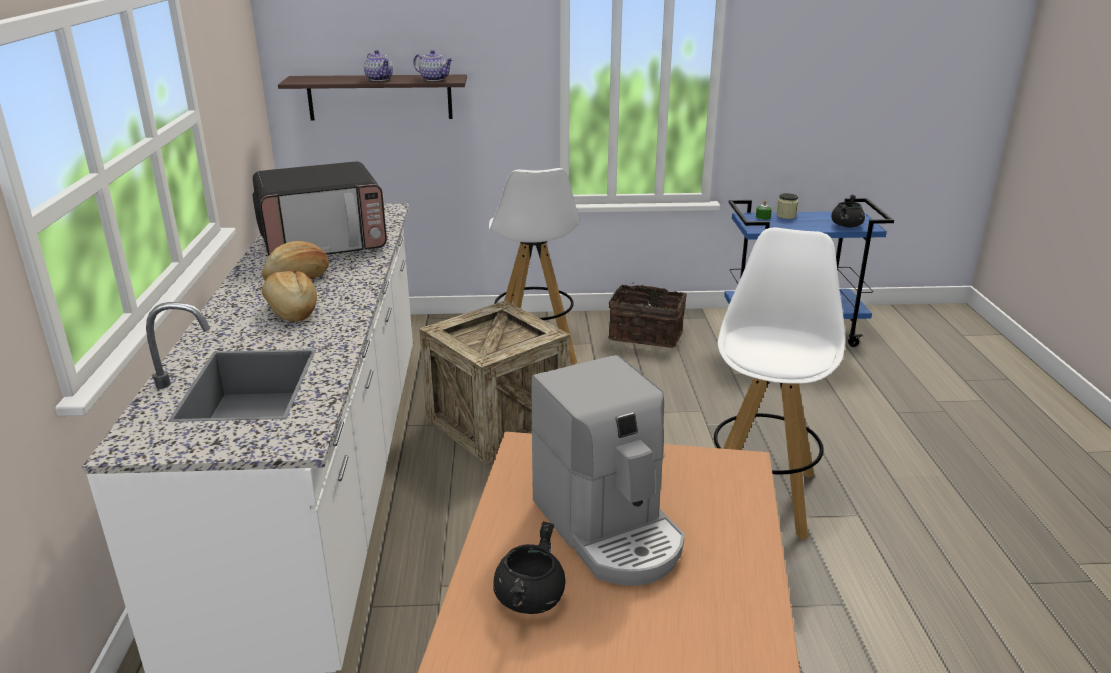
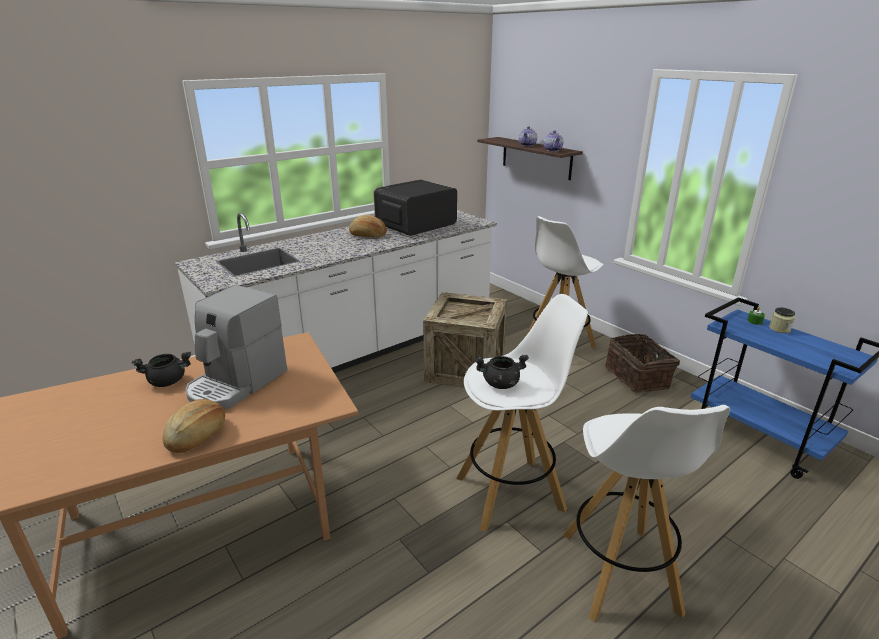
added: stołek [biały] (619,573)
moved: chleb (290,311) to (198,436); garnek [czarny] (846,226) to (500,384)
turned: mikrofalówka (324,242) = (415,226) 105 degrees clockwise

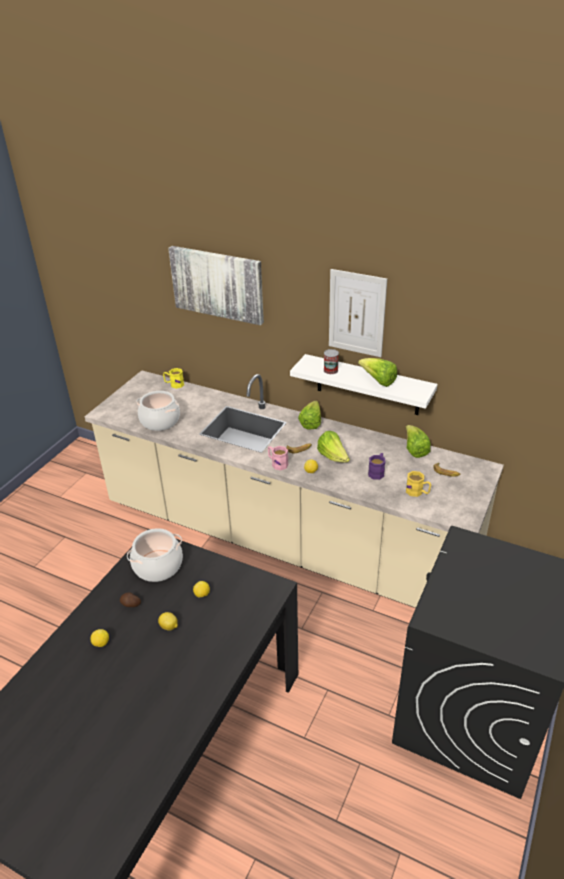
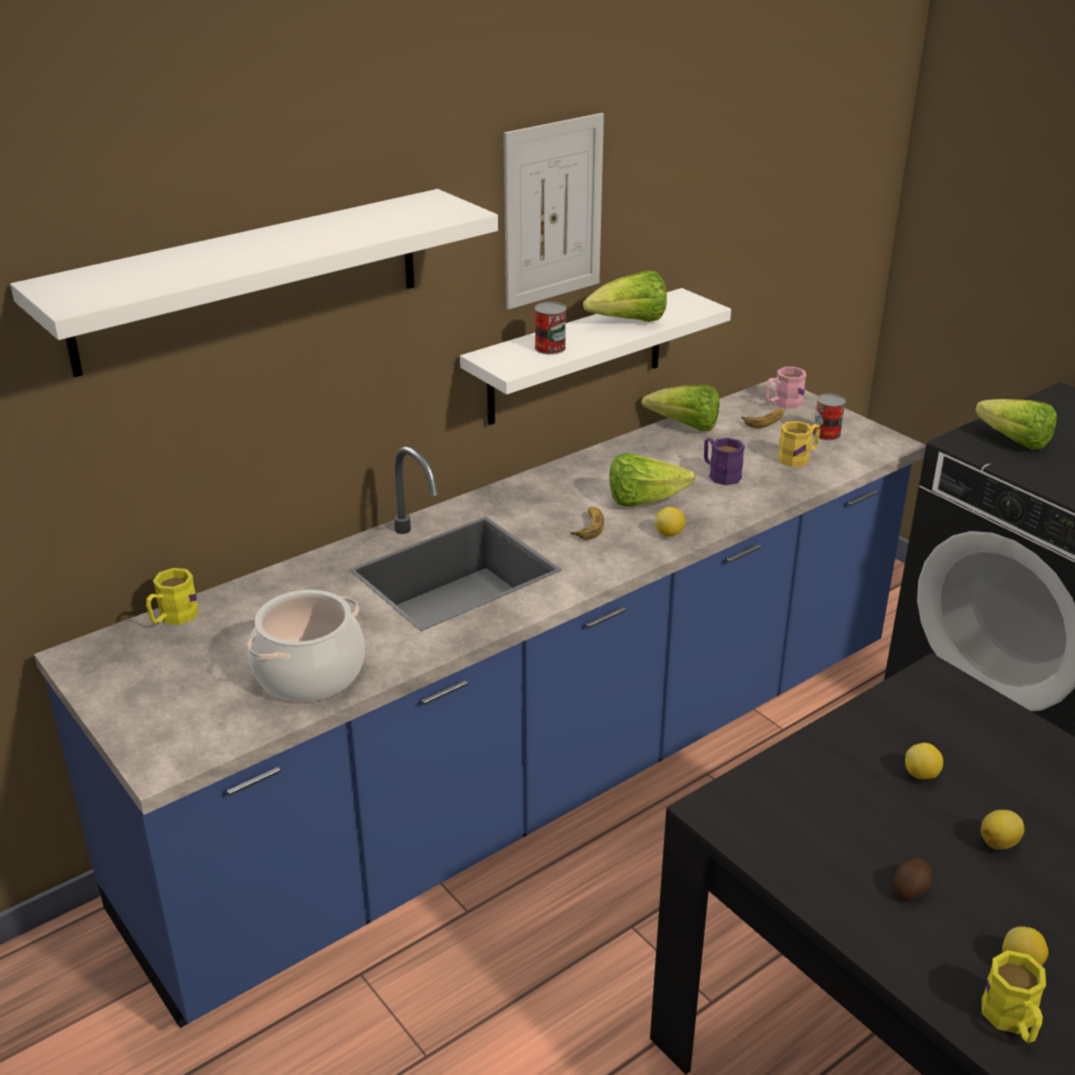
removed: garnek (158,566)
added: puszka (826,434); kubek [żółty] (1012,1021)
moved: kubek [różowy] (277,463) to (782,403); sałata (312,421) to (1009,439)
replaced: obraz (217,284) to półka [biały] (249,280)
recoloured: zabudowa kuchenna [beżowy] (284,539) to zabudowa kuchenna [niebieski] (537,774)

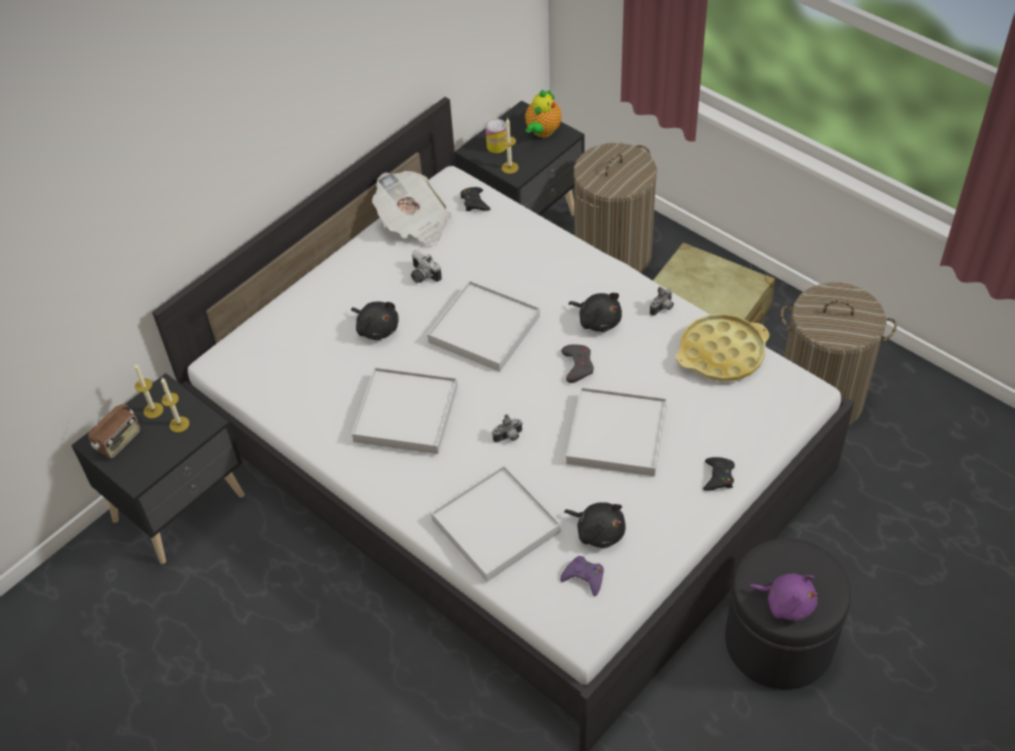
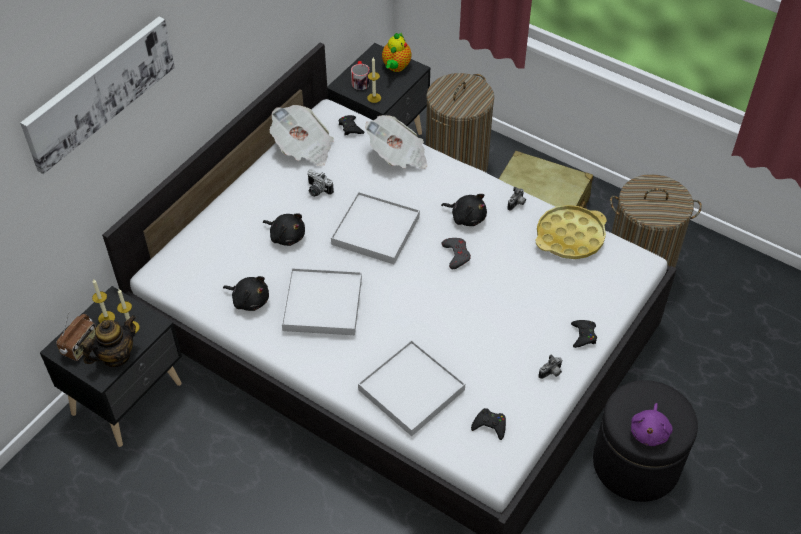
removed: taca [biały] (616,435)
added: obraz (99,91); imbryk (116,356); gazeta (398,156)
moved: aparat fotograficzny (509,437) to (551,373); pluszak [czarny] (598,531) to (249,300)
replaced: puszka (496,146) to kubek (360,81)
recoloured: pad do gier [fioletowy] (584,577) to pad do gier [czarny] (490,425)
turned: pluszak [fioletowy] (787,603) = (649,432) 90 degrees clockwise

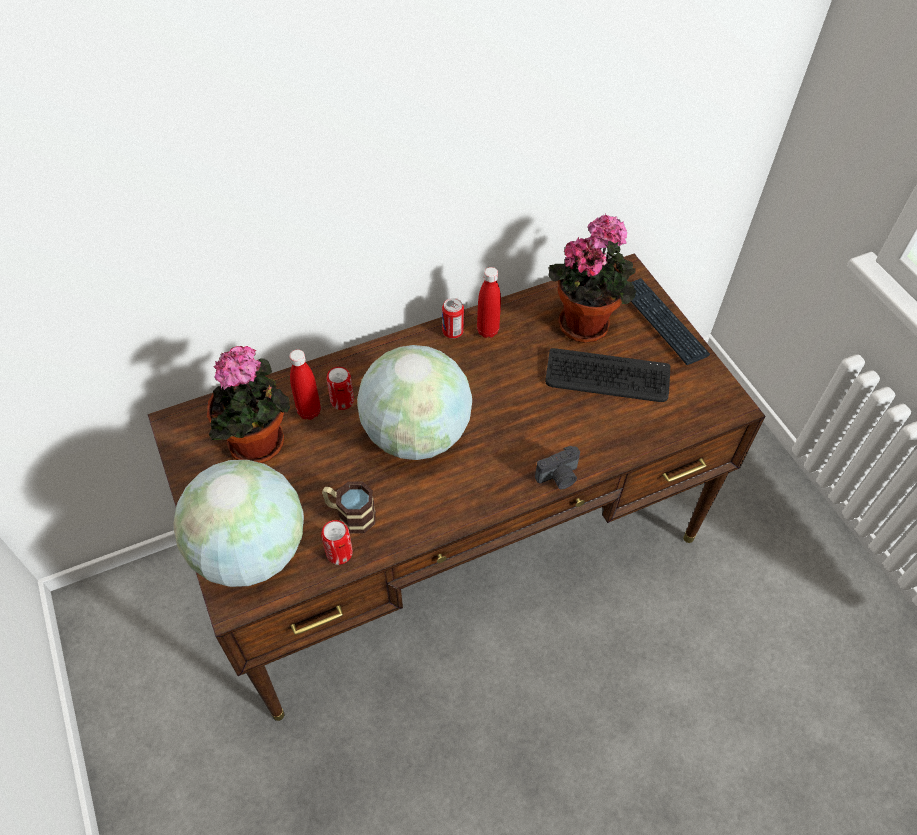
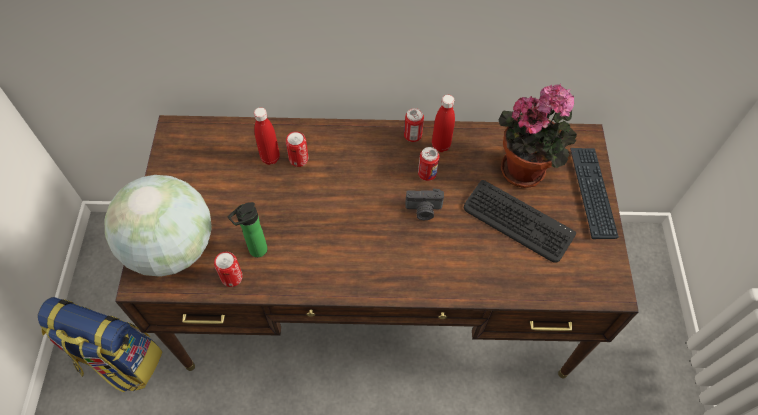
removed: roślina doniczkowa (260,446); globus (416,435)
added: plecak (119,361); puszka (427,174)
moved: aparat fotograficzny (559,477) to (423,210)
replaced: kubek (350,515) to butelka (255,251)

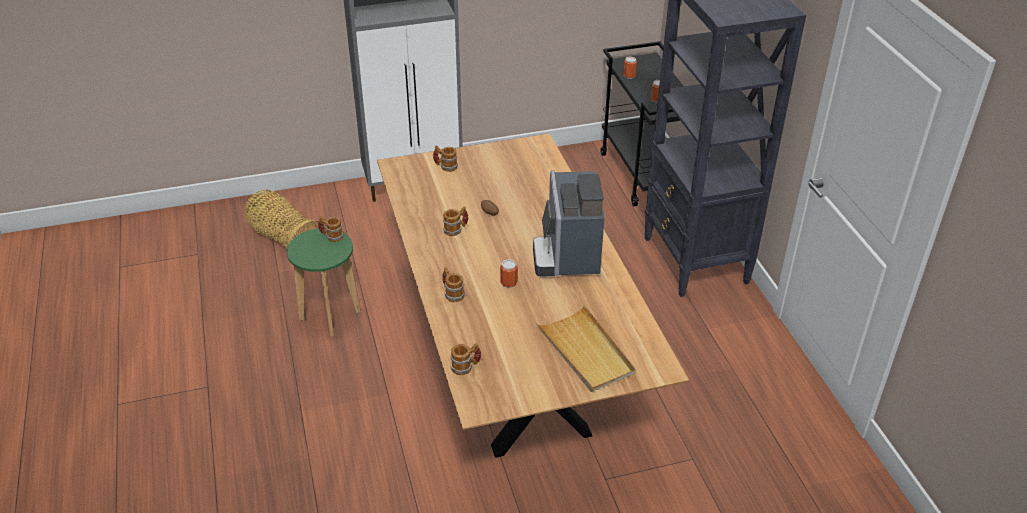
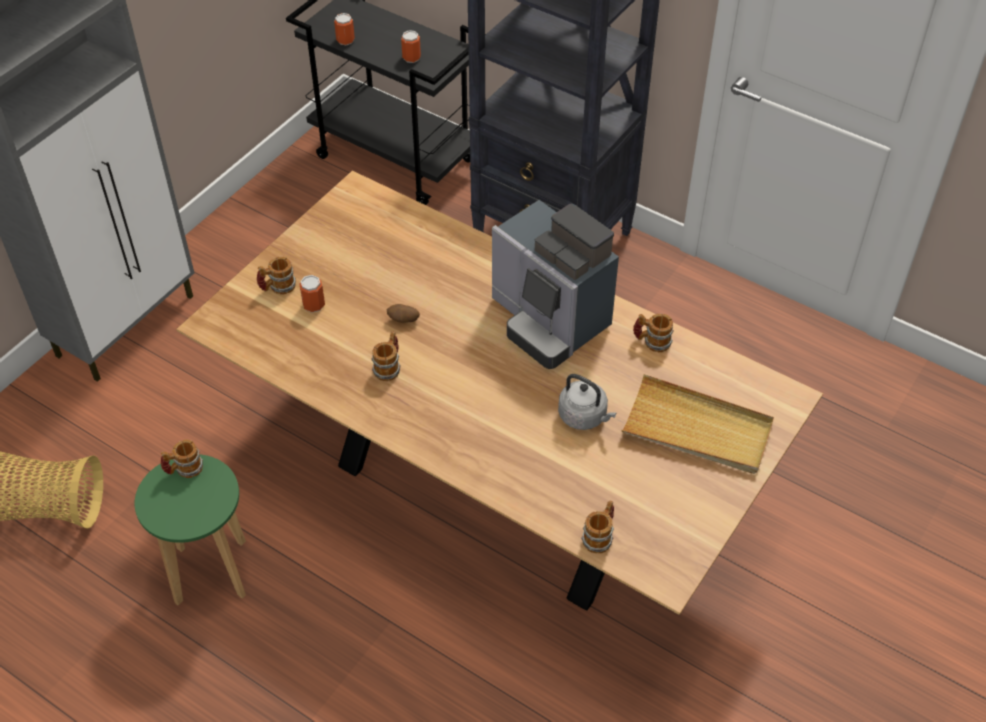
added: czajnik [szary] (584,417)
moved: kubek (452,293) to (651,341); puszka (509,283) to (314,305)

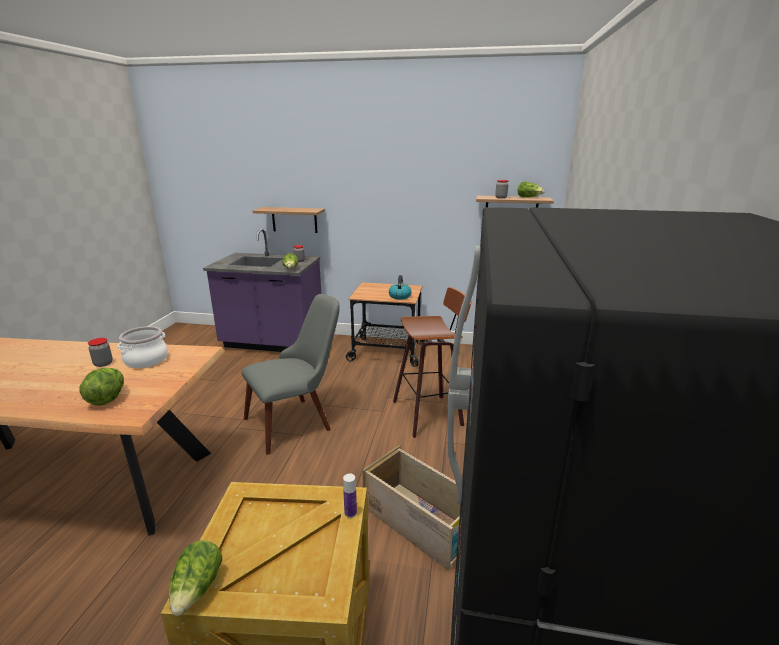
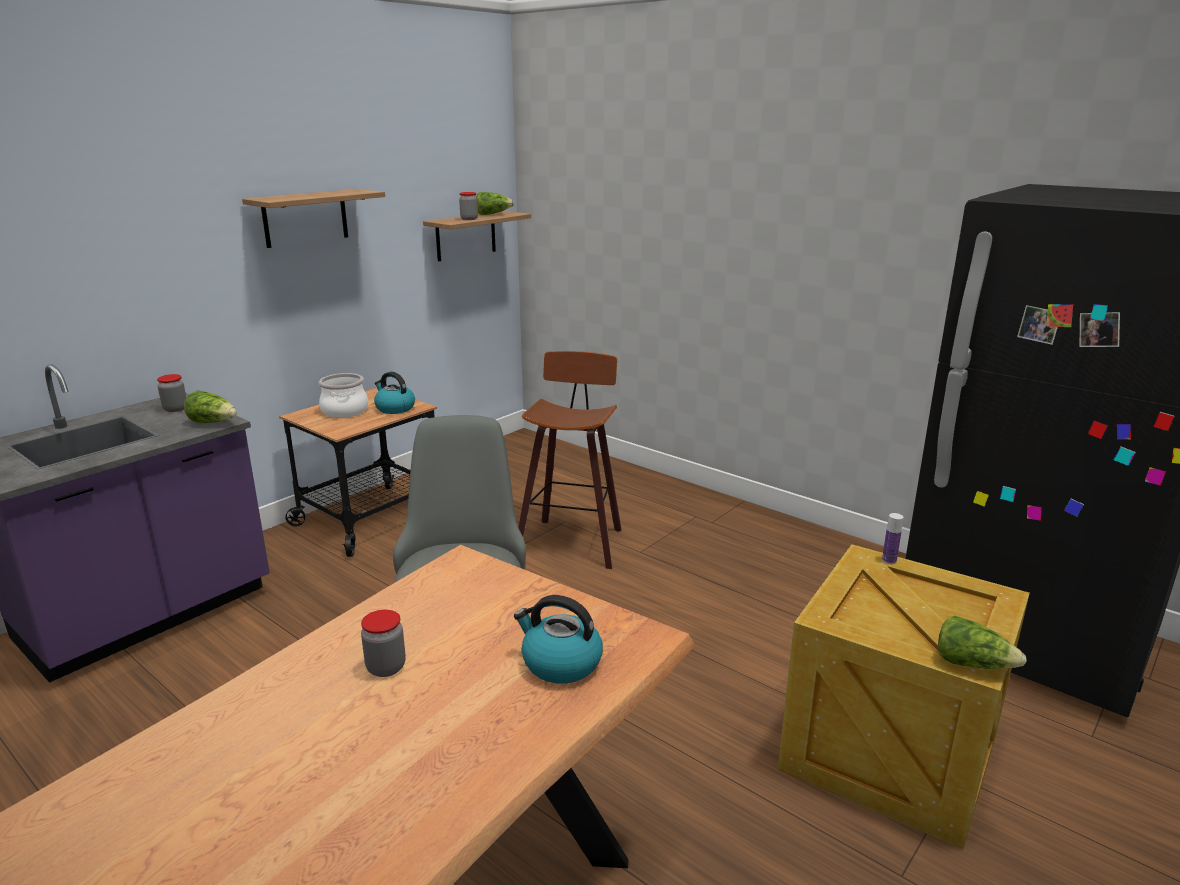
removed: skrzynka (421,523)
moved: garnek (146,360) to (344,411); półka (294,219) to (305,218)
replaced: sałata (107,398) to czajnik (560,663)

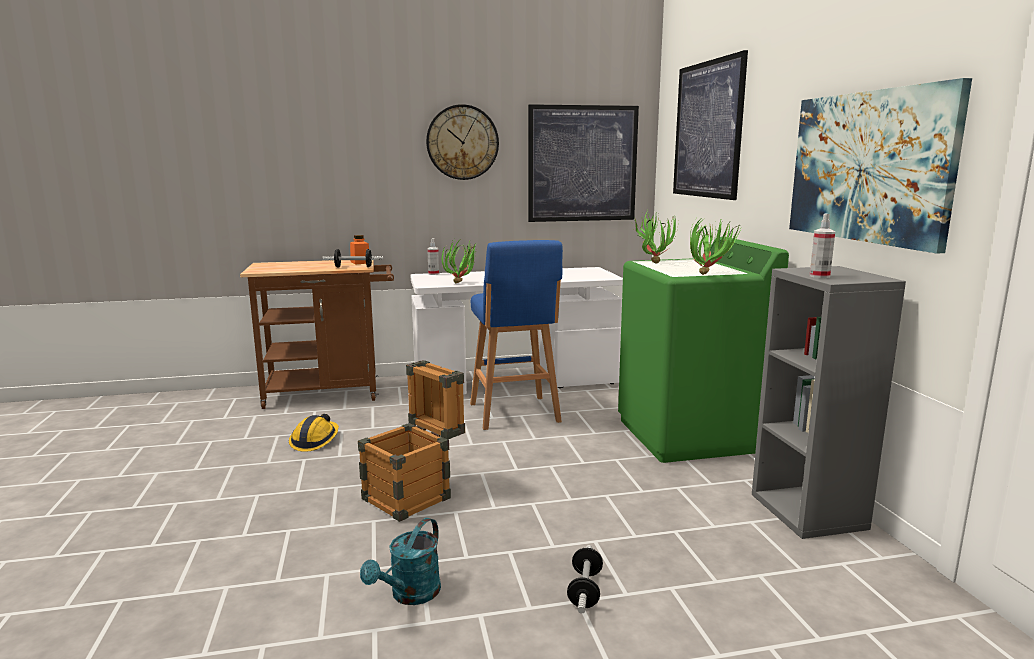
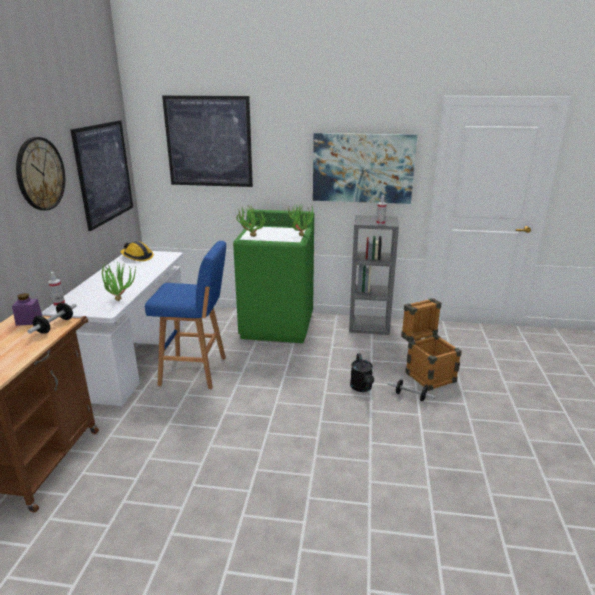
removed: konewka [turkusowy] (410,595)
added: konewka [czarny] (362,388)
moved: kask (315,440) to (137,257); skrzynka (415,495) to (426,374)
recoloured: słoik [pomarańczowy] (360,262) to słoik [fioletowy] (29,321)

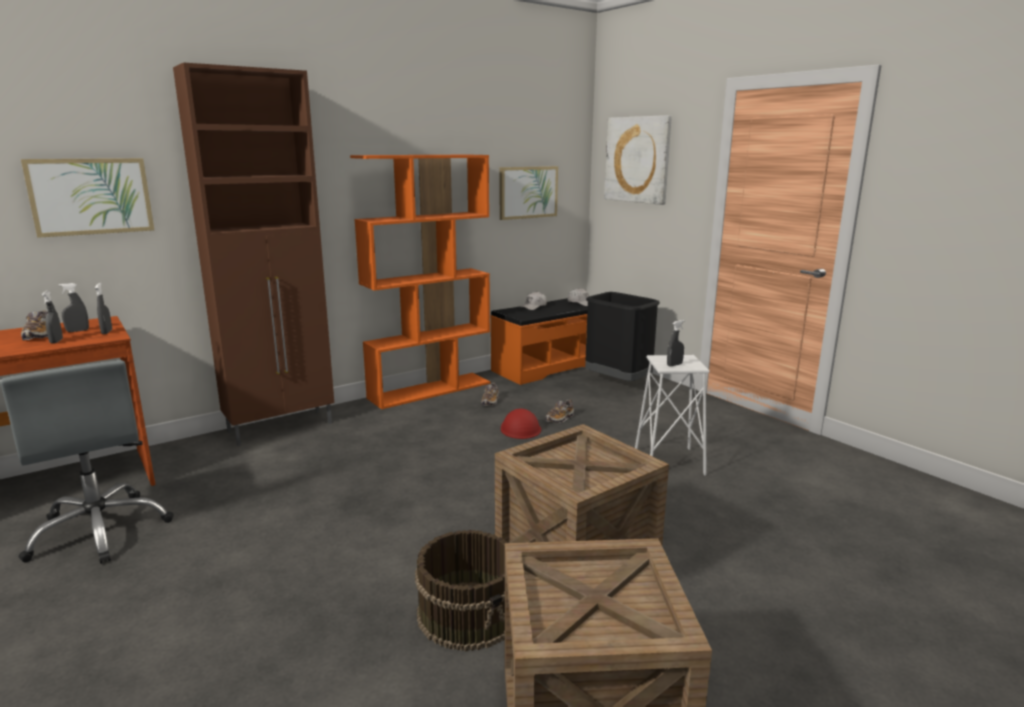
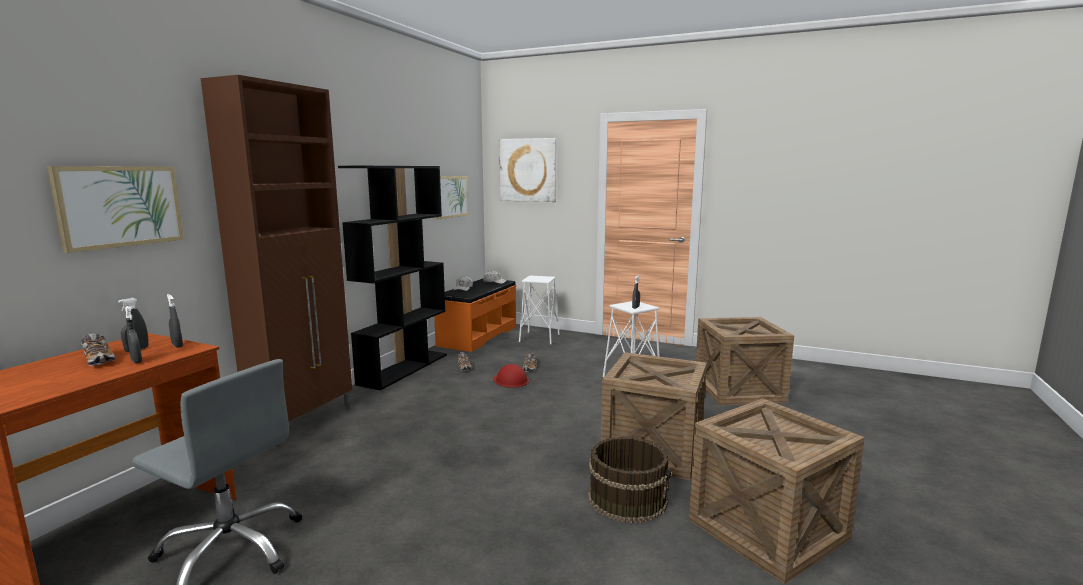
added: skrzynka (738,390)
replaced: kosz na śmieci [czarny] (618,382) to stołek [biały] (539,338)
recoloured: regał [pomarańczowy] (430,390) to regał [czarny] (404,368)

